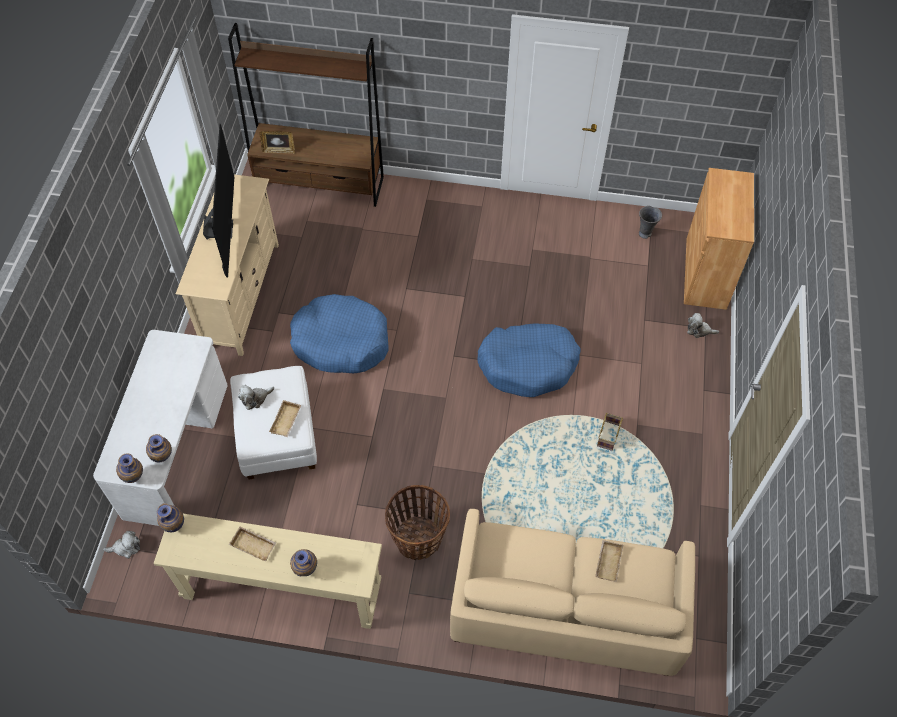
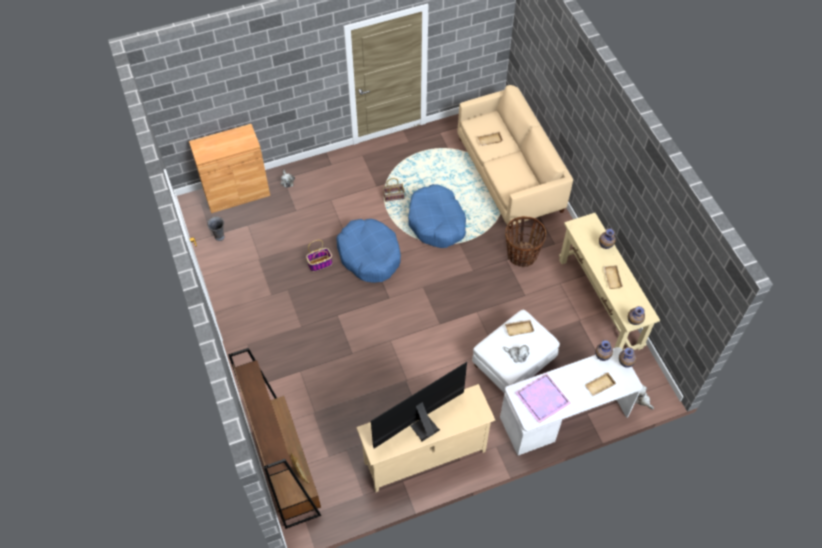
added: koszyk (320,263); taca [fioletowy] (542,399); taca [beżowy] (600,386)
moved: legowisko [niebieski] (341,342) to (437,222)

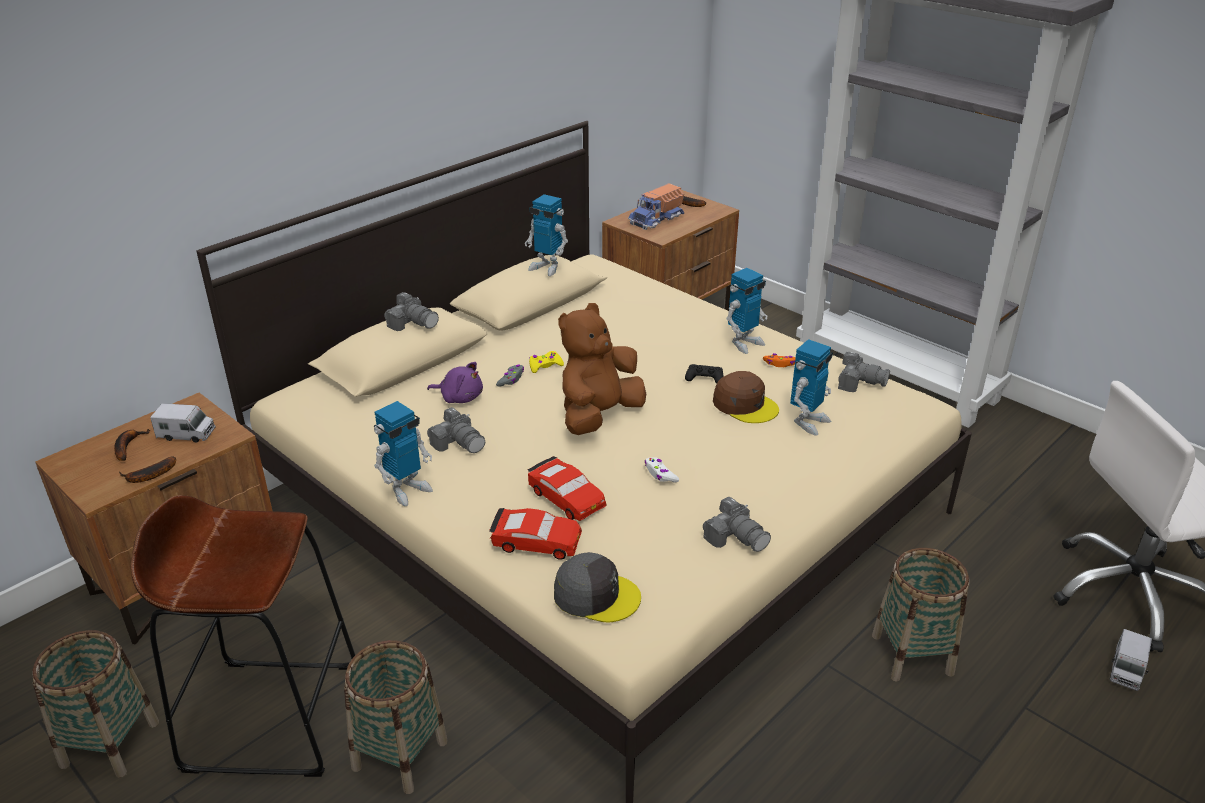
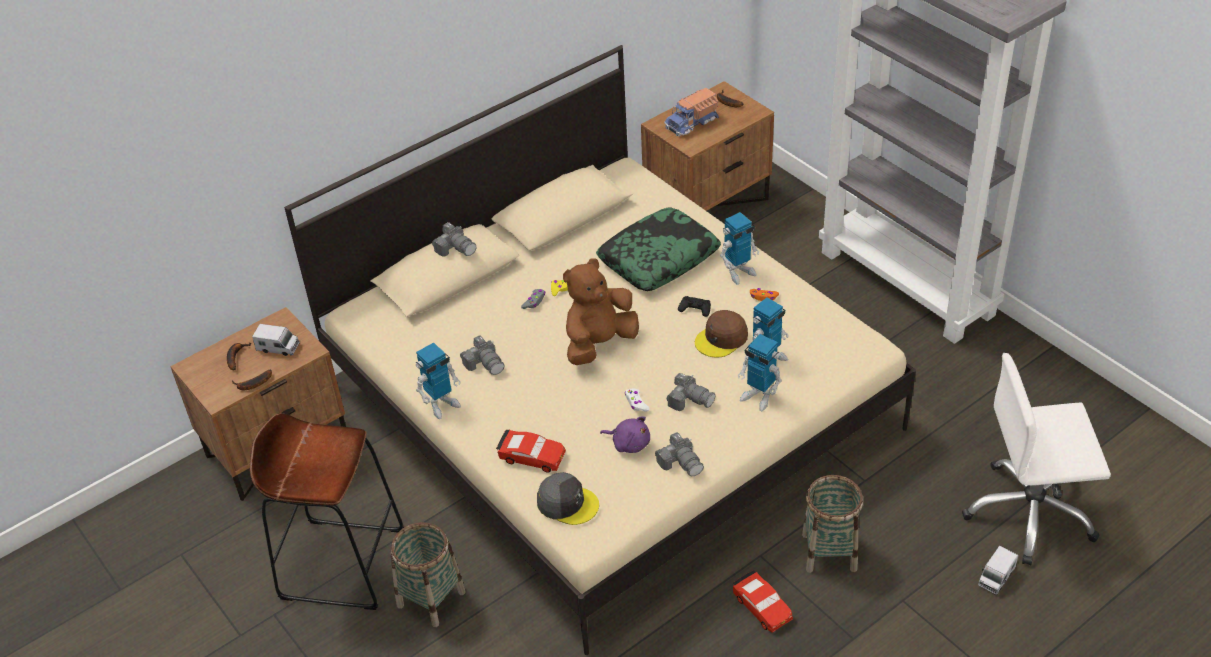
removed: koszyk (110,744)
added: poduszka (658,258)
moved: pluszak [fioletowy] (460,397) to (629,443); robot zabawkowy (547,267) to (758,397); samochodzik [czerwony] (566,497) to (762,606); aparat fotograficzny (859,382) to (690,400)
turned: czapka z daszkiem [brązowy] (745,405) = (721,339) 90 degrees clockwise

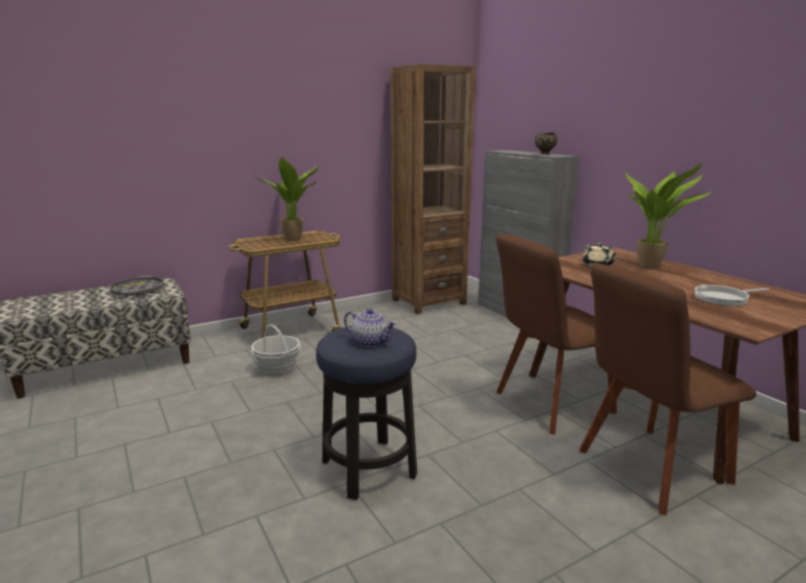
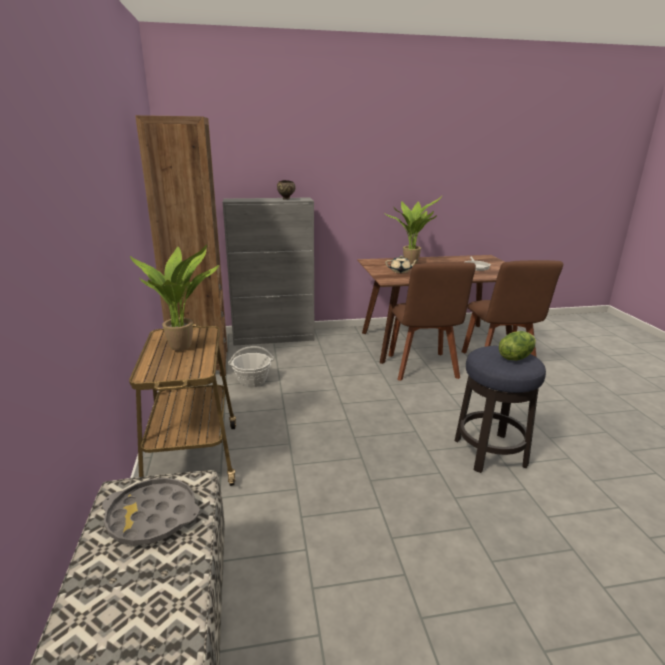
moved: koszyk (277,369) to (252,381)
replaced: imbryk (371,342) to sałata (515,357)

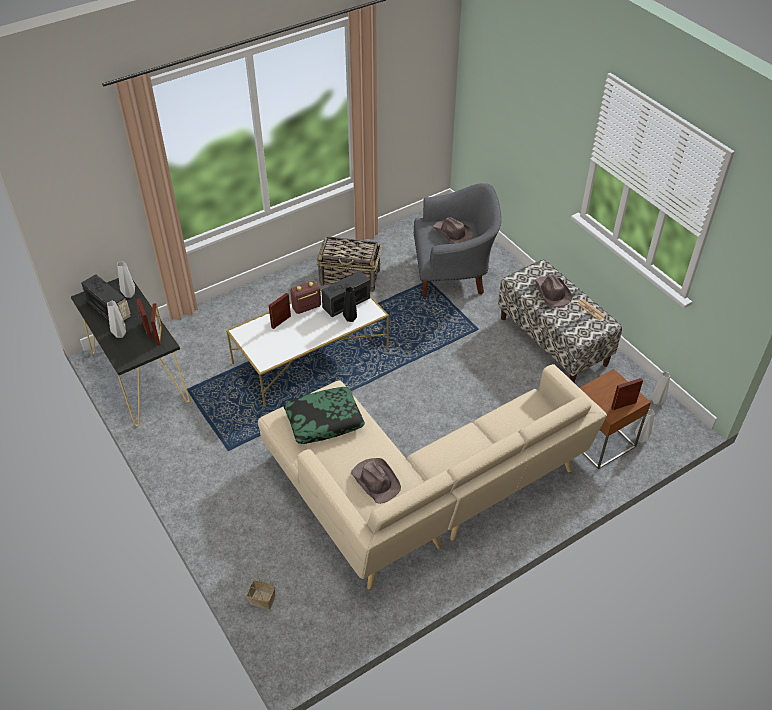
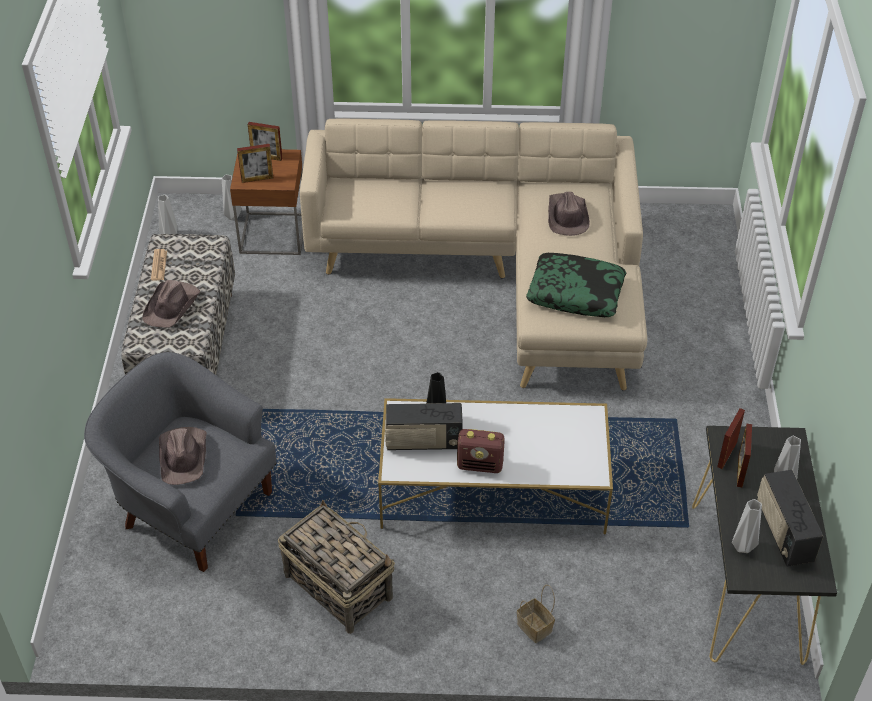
moved: koszyk (261,600) to (535,628); ramka na zdjęcie (281,321) to (257,179)

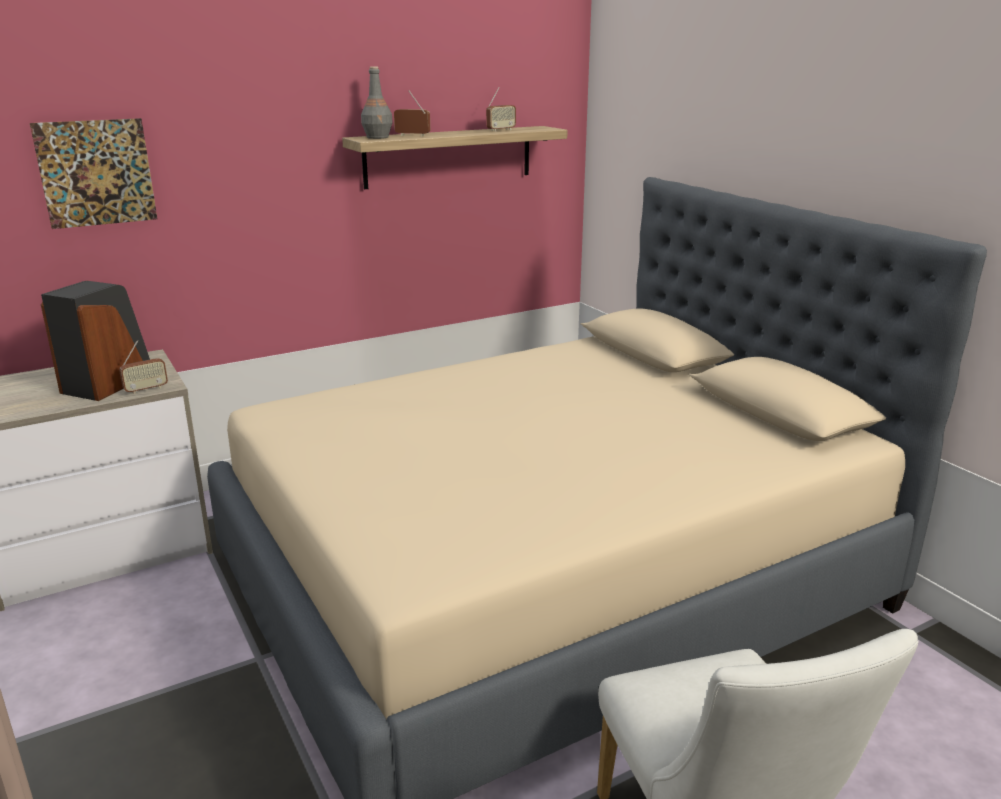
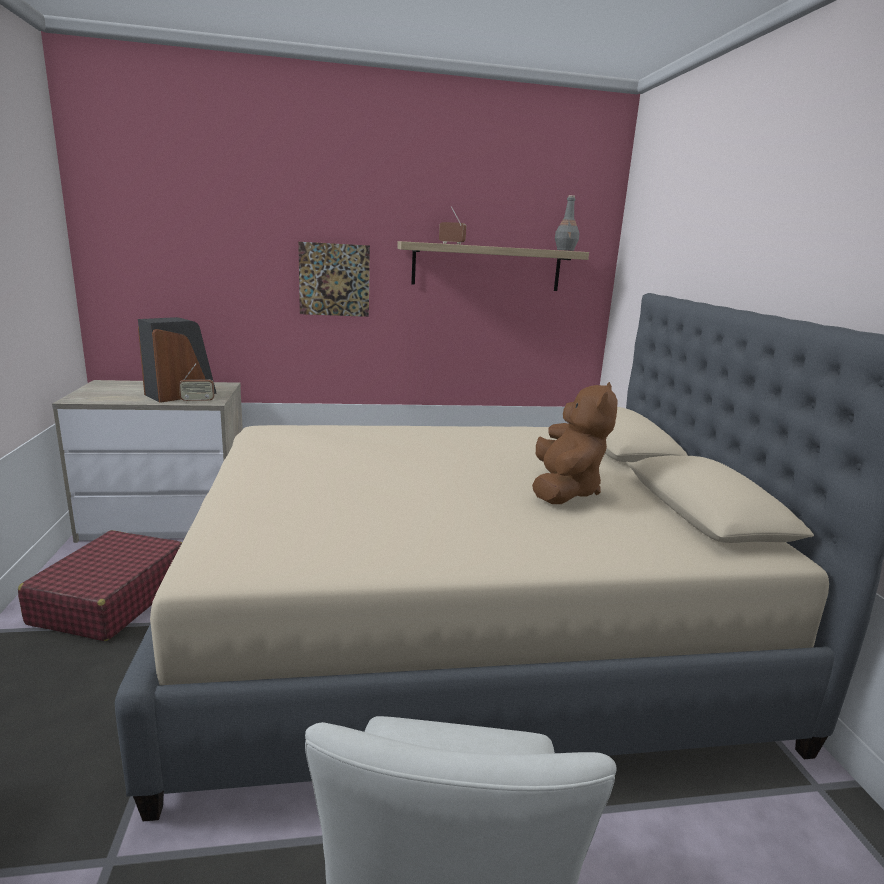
removed: radio (501,130)
added: walizka [czerwony] (110,600); pluszak [brązowy] (564,491)
moved: obraz (96,173) to (334,280); butelka [szary] (378,137) to (565,250)

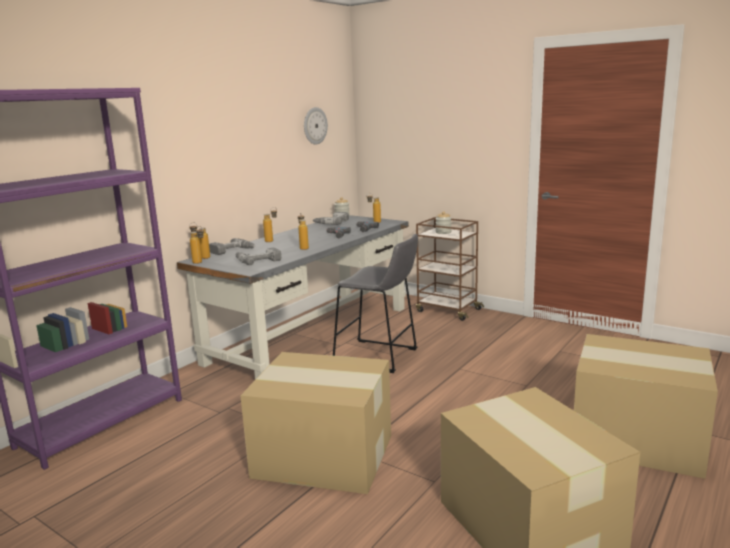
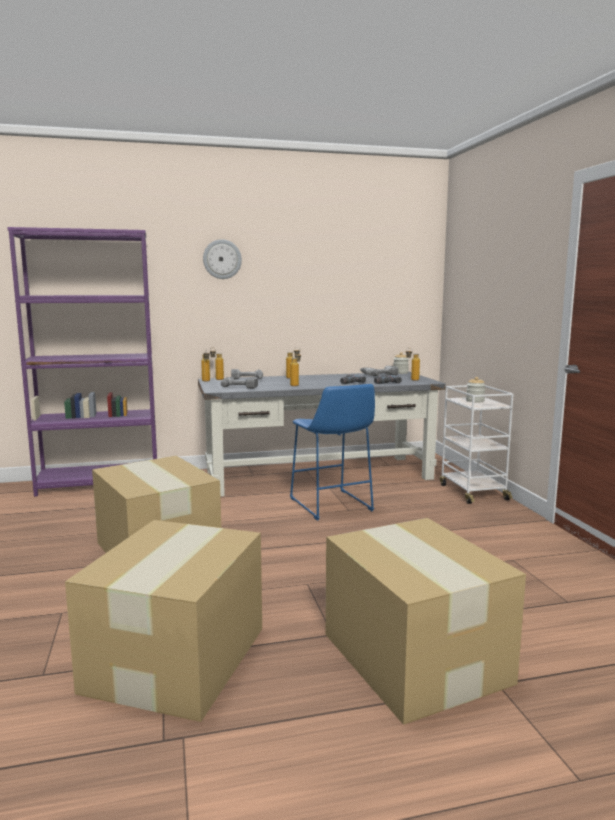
moved: zegar ścienny (314,126) to (222,259)
recoloured: stołek [szary] (379,357) to stołek [niebieski] (332,506); wózek [brązowy] (447,310) to wózek [biały] (472,492)

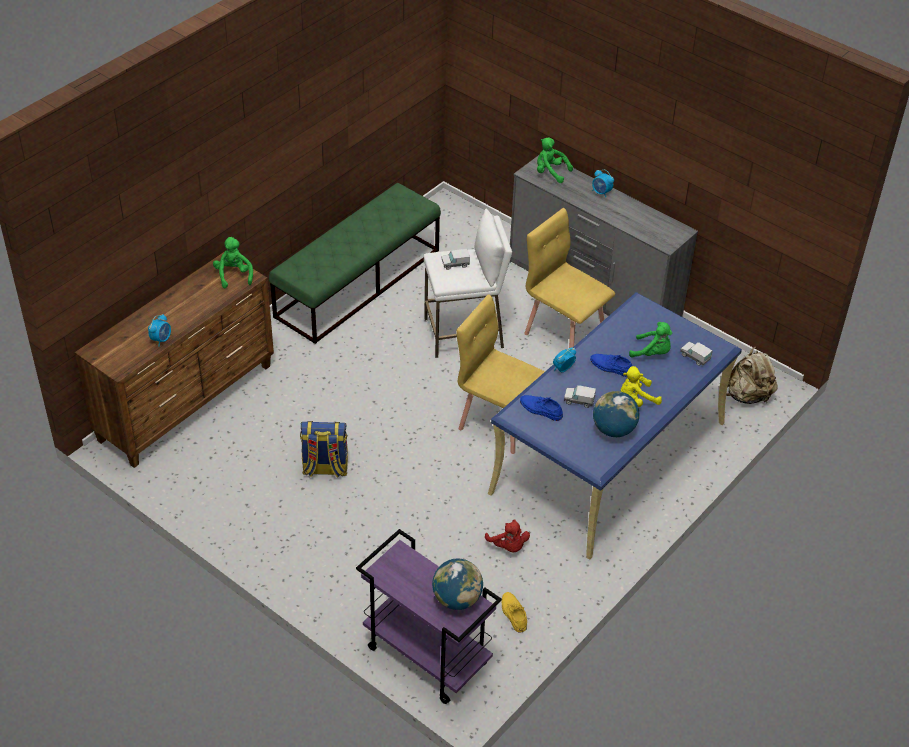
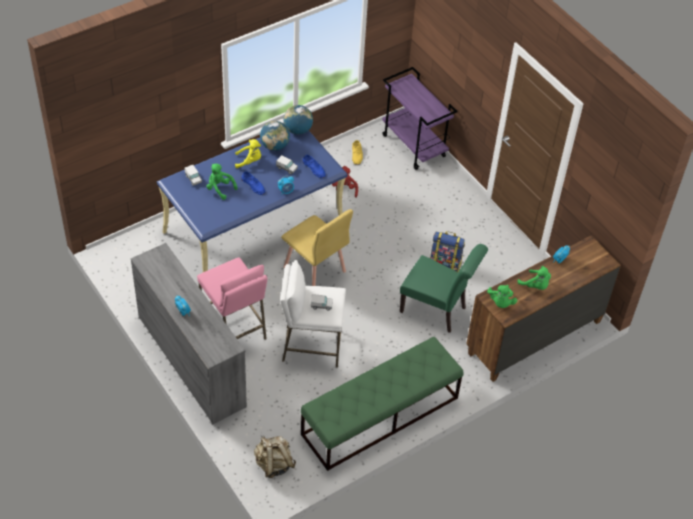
added: krzesło [zielony] (437,311)
moved: globus (457,599) to (298,130); pluszak [zielony] (550,172) to (535,286); plecak [beżowy] (748,395) to (274,464)
replaced: krzesło [żółty] (564,332) to stołek [różowy] (234,329)

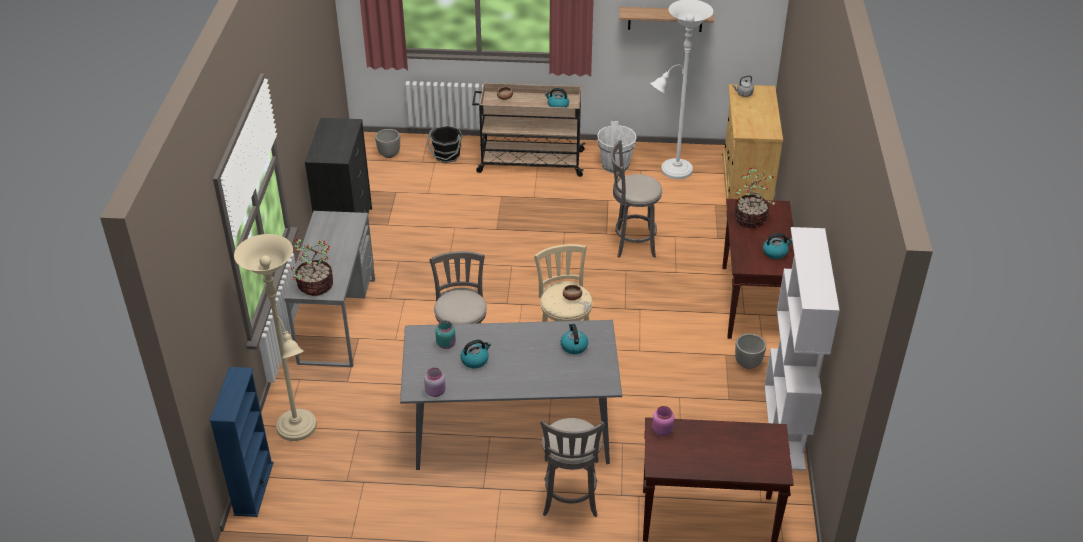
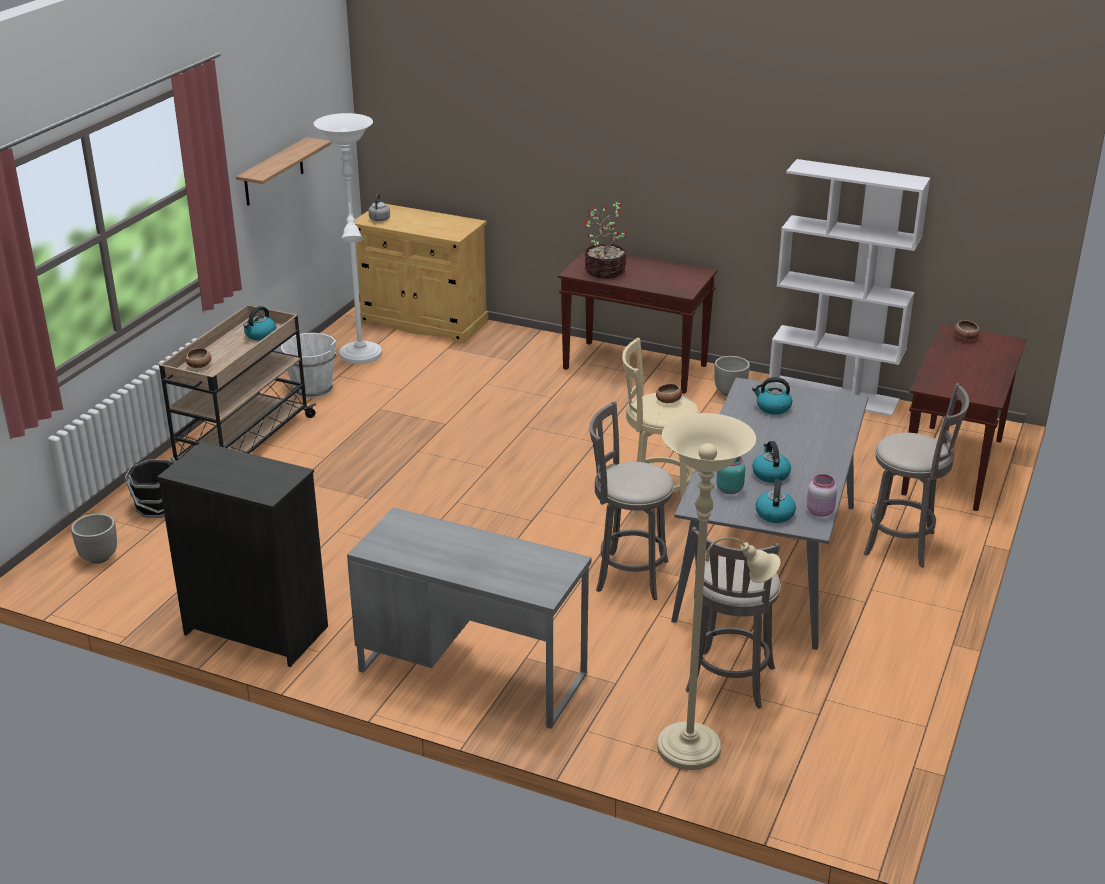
removed: regał [niebieski] (253,488); roślina doniczkowa (314,286); słoik [różowy] (663,431)
added: miska (965,337)
moved: stołek [szary] (632,243) to (729,683); czajnik (775,252) to (774,513)

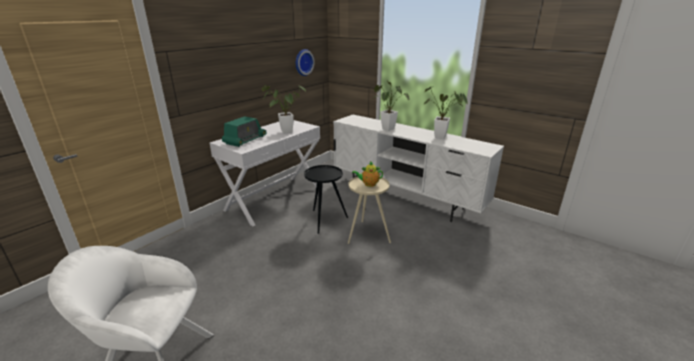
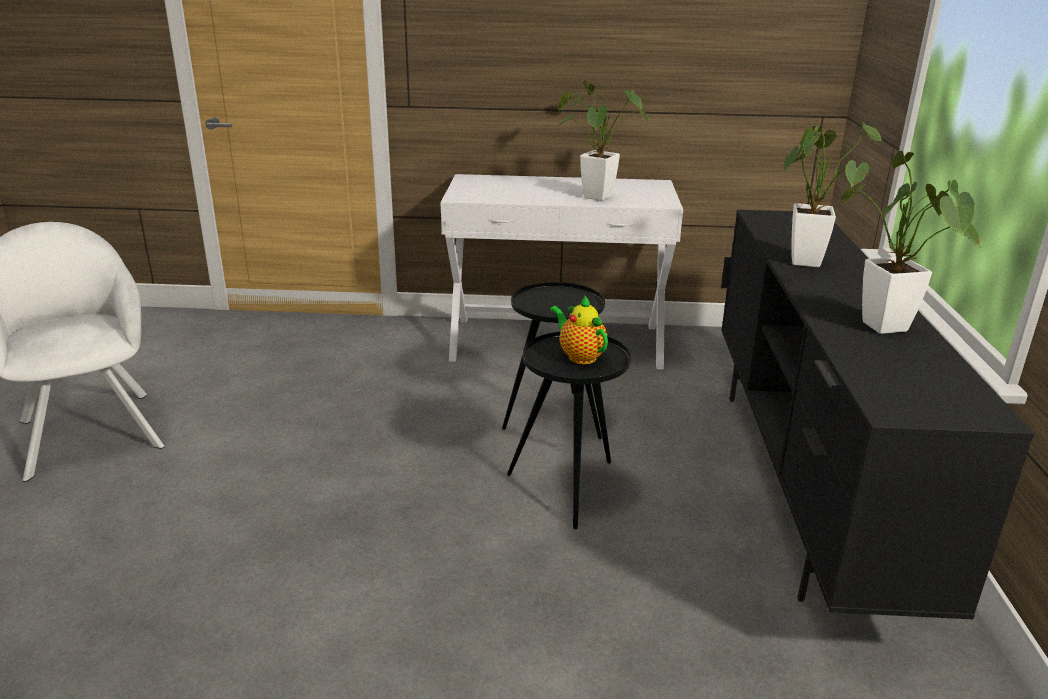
removed: radio (245,140); zegar ścienny (303,62)
recoloured: szafka pod telewizor [biały] (406,198) to szafka pod telewizor [czarny] (804,486); stolik [beżowy] (367,234) to stolik [czarny] (570,486)

